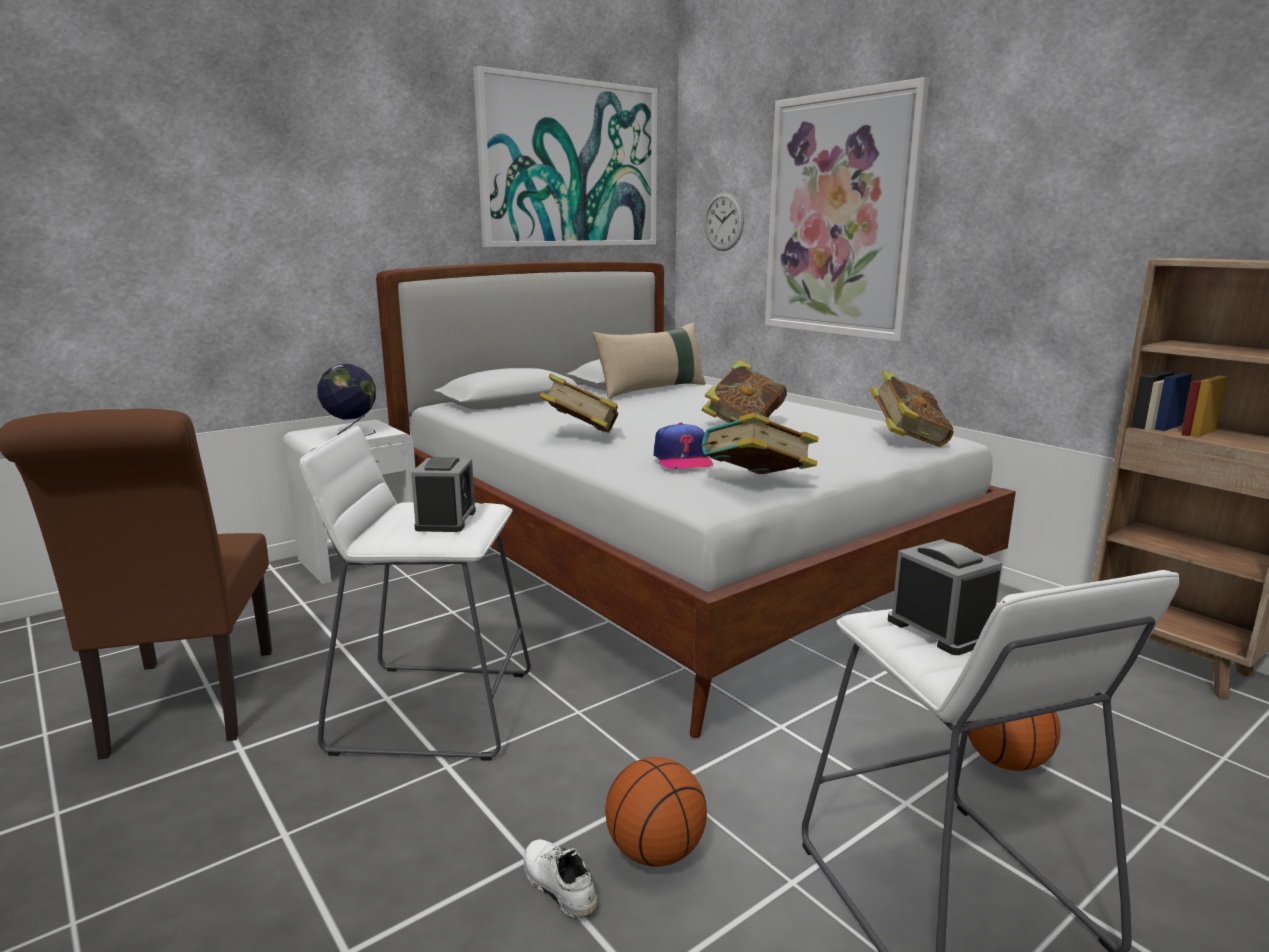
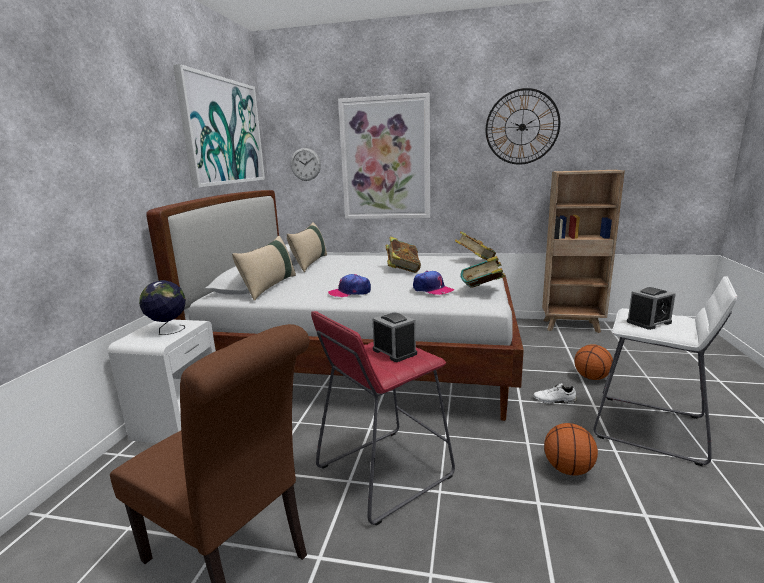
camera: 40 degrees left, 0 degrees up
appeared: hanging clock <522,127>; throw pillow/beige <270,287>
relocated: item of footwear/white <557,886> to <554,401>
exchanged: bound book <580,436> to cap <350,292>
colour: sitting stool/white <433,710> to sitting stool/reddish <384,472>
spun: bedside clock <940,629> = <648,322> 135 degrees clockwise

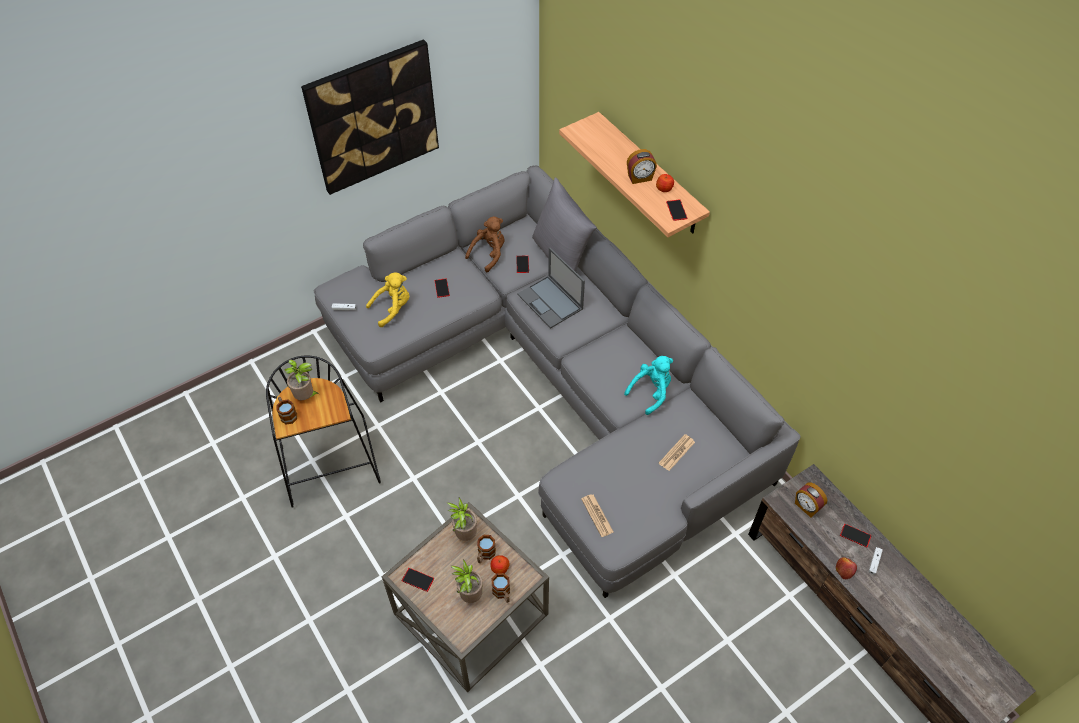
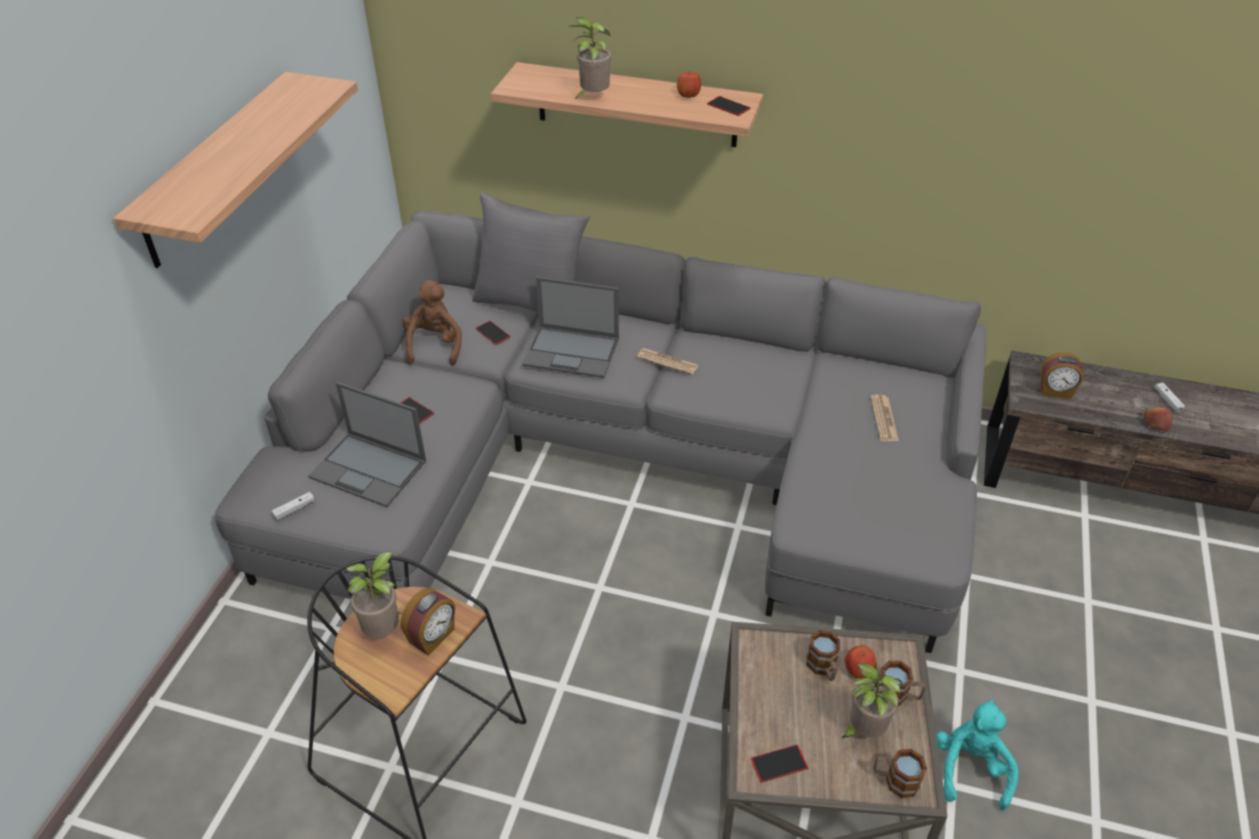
camera: 40 degrees left, 10 degrees down
missing: telephone <855,535>
relocated: bedside clock <640,178> to <433,637>; plush toy/turquoise-coloured <651,392> to <970,768>; coffee mug <287,414> to <895,780>; daily paper <597,515> to <667,362>; plant in a pot <465,534> to <592,97>
exchanged: wall art <373,117> to shelf <217,169>; plush toy/yellowish <393,308> to notebook computer <369,469>

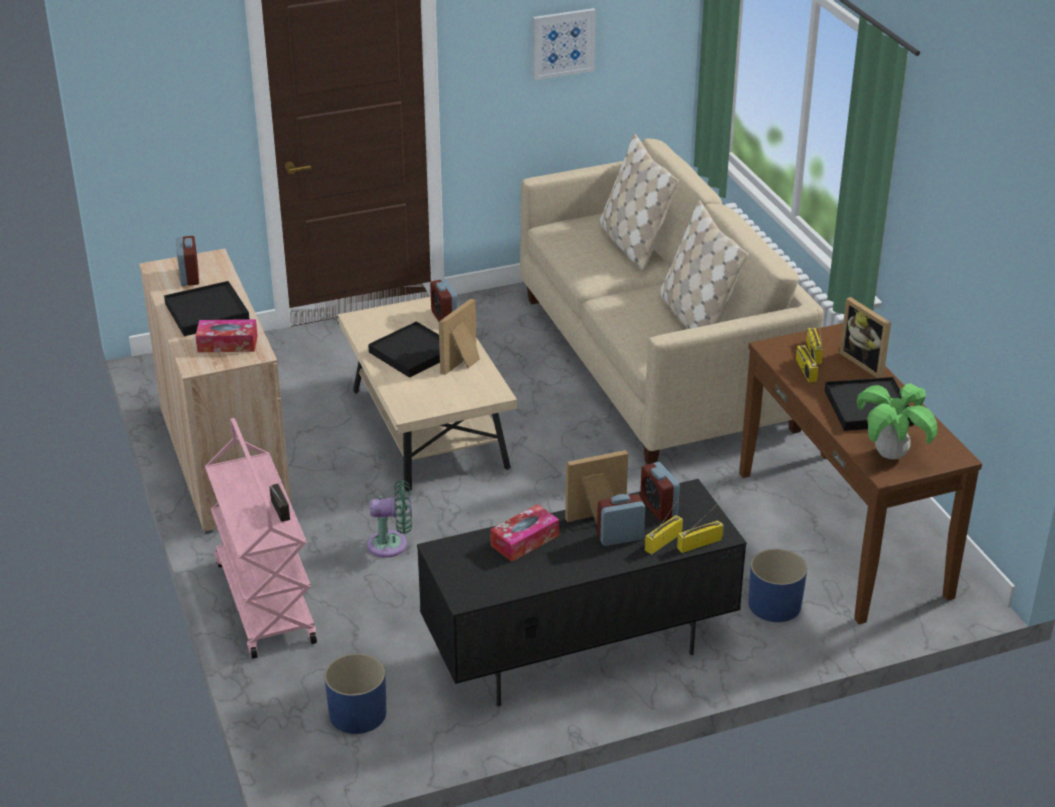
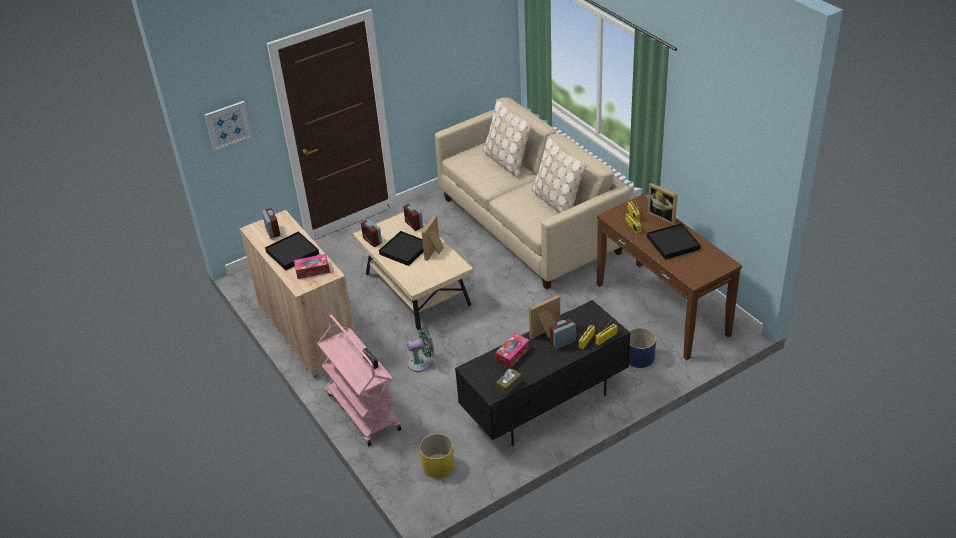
camera: 10 degrees left, 5 degrees up
missing: plant in a pot <891,455>
appeared: box of tissues/brown-coloured <509,385>
relocated: wall art <563,43> to <228,125>; bedside clock <658,508> to <372,241>
colour: flower pot/bluish <358,713> to flower pot/yellowish <438,465>

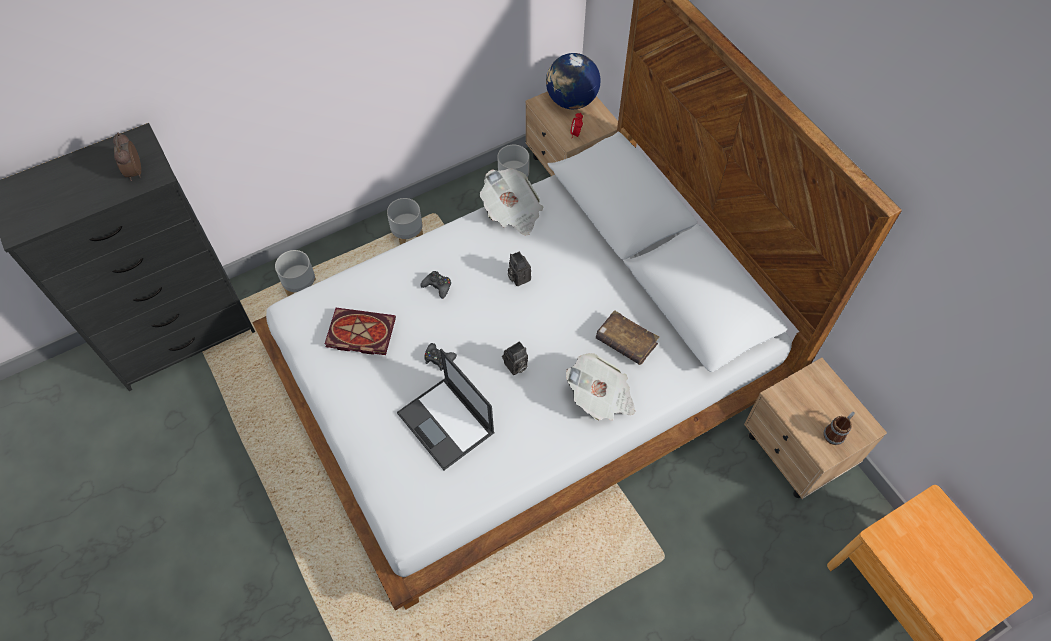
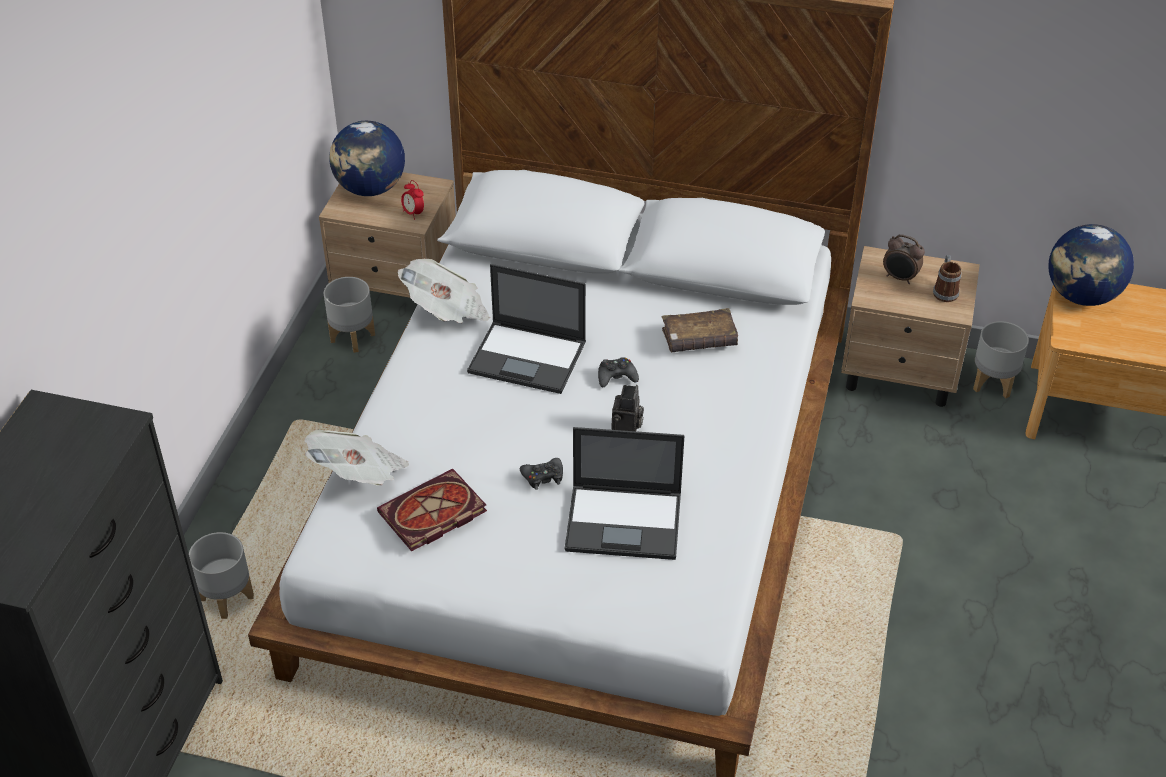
camera: 45 degrees left, 15 degrees down
appeared: globe <1081,296>
relocated: bedside clock <134,172> to <900,278>; flower pot/gray <409,237> to <993,382>; game controller/blackish <437,286> to <616,377>; daily paper <601,397> to <359,474>
exchanged: still camera <518,277> to notebook computer <529,357>

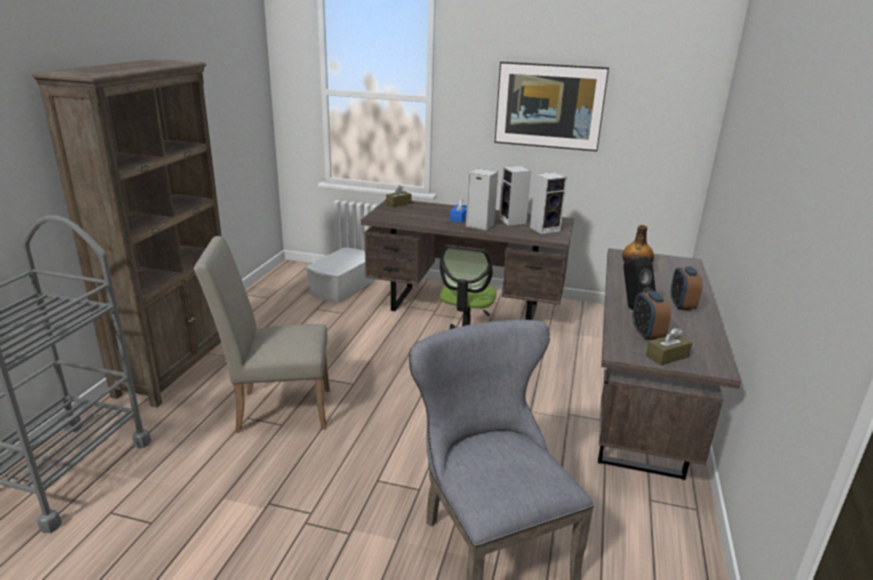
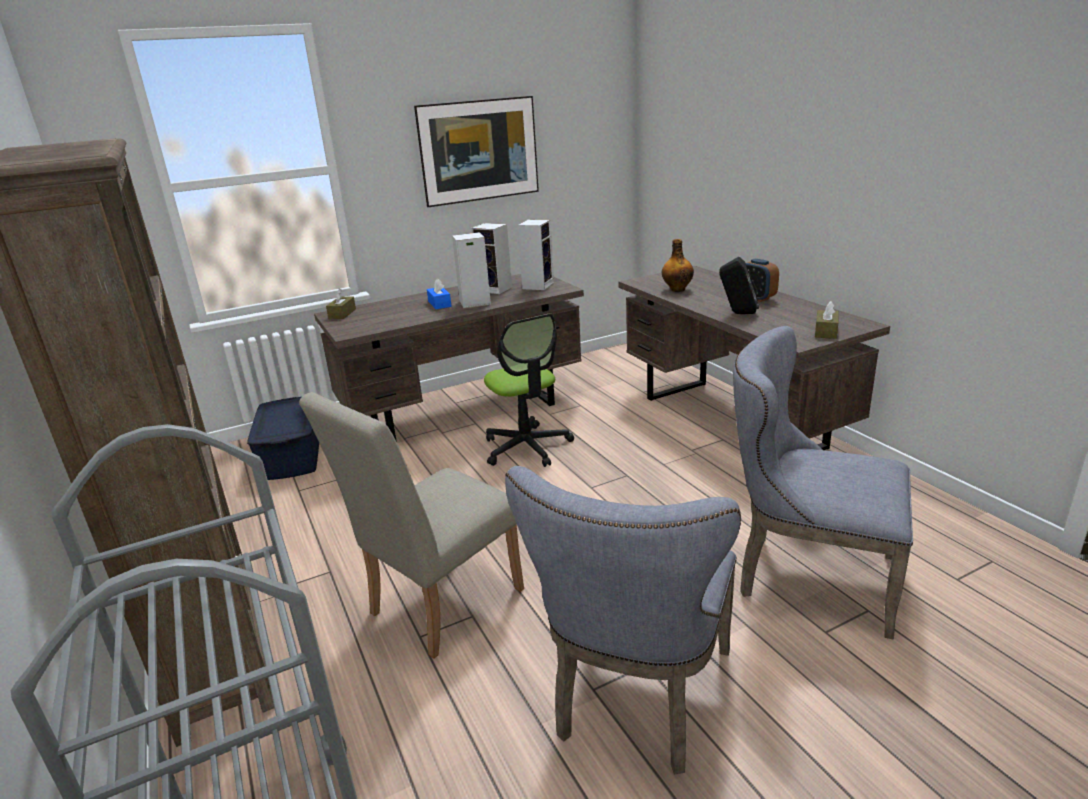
camera: 40 degrees left, 0 degrees up
missing: bedside clock <647,334>
appeared: chair/gray <637,700>
colour: storage box/white <342,287> to storage box/bluish <292,455>

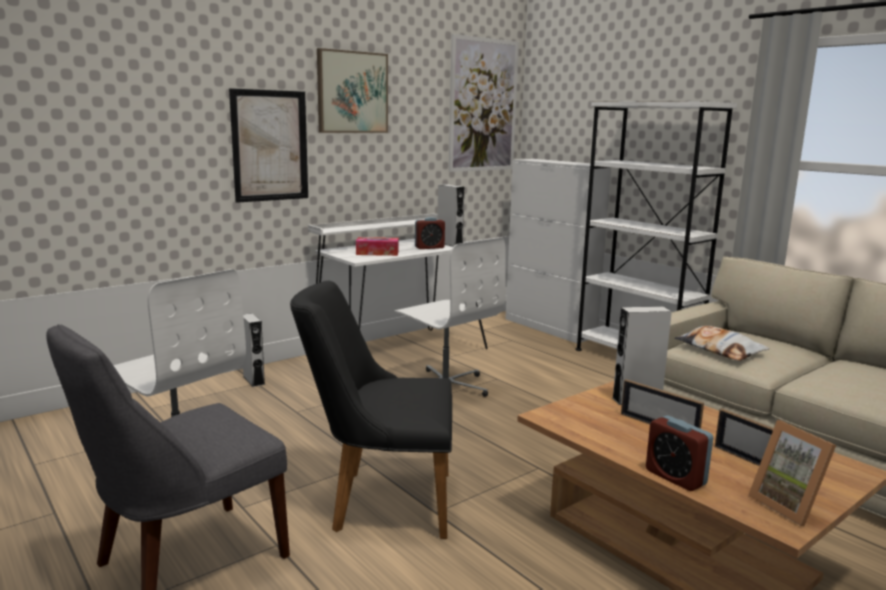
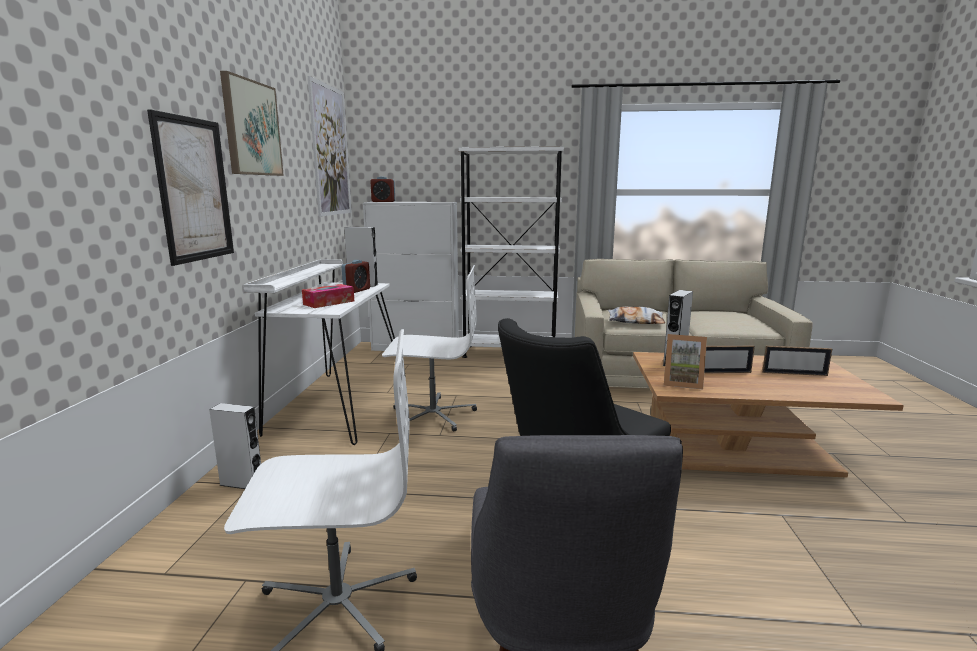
camera: 45 degrees left, 0 degrees up
relocated: bedside clock <675,477> to <383,201>; photo frame <789,505> to <682,383>

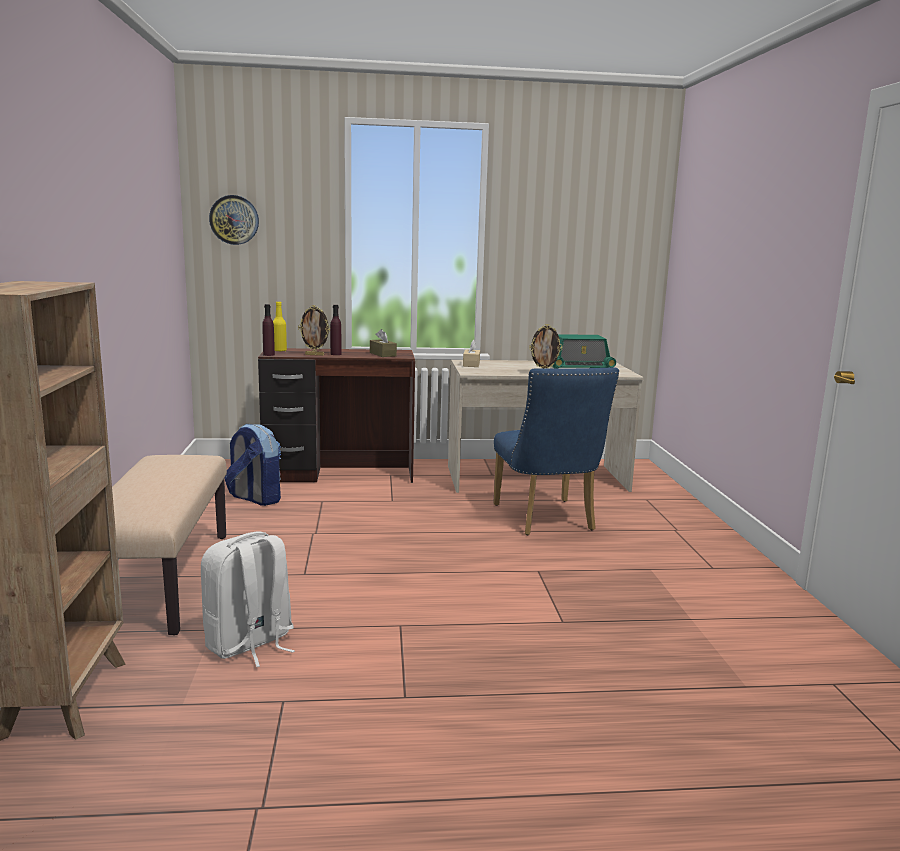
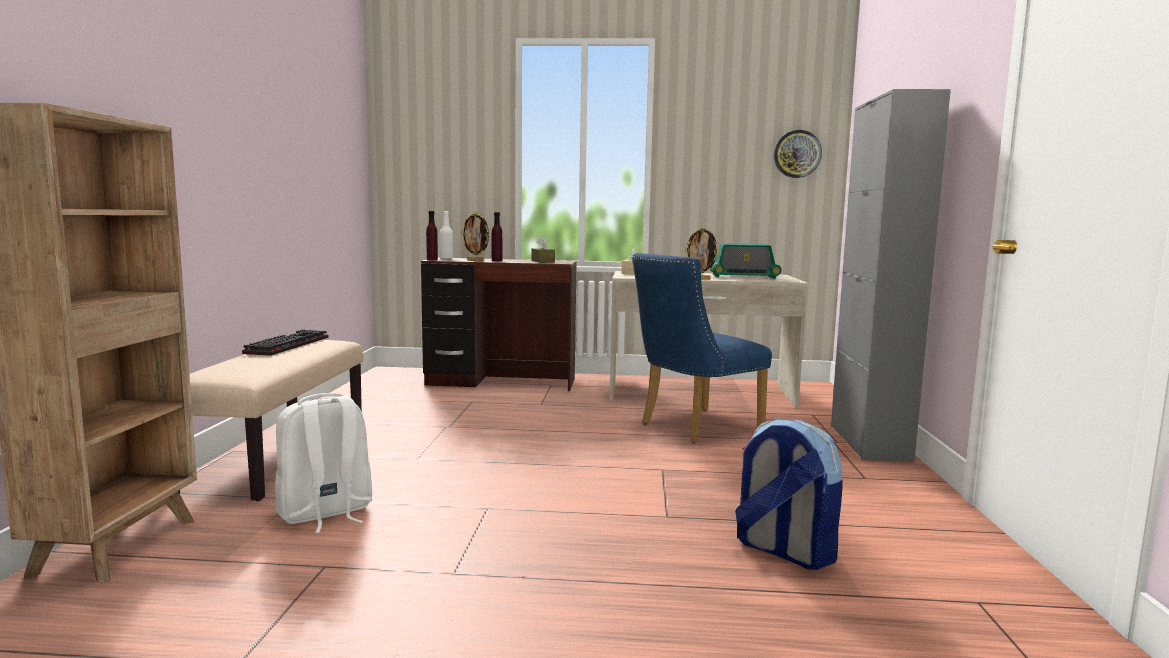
camera: 10 degrees right, 5 degrees down
appeared: cabinet/gray <869,442>; PC keyboard <287,345>
relocated: hanging clock <234,220> to <797,154>; backpack <255,498> to <783,551>
colour: drink bottle/yellowish <279,350> to drink bottle/white <446,258>
spun: chair/bluish <546,520> = <693,427> 60 degrees clockwise

